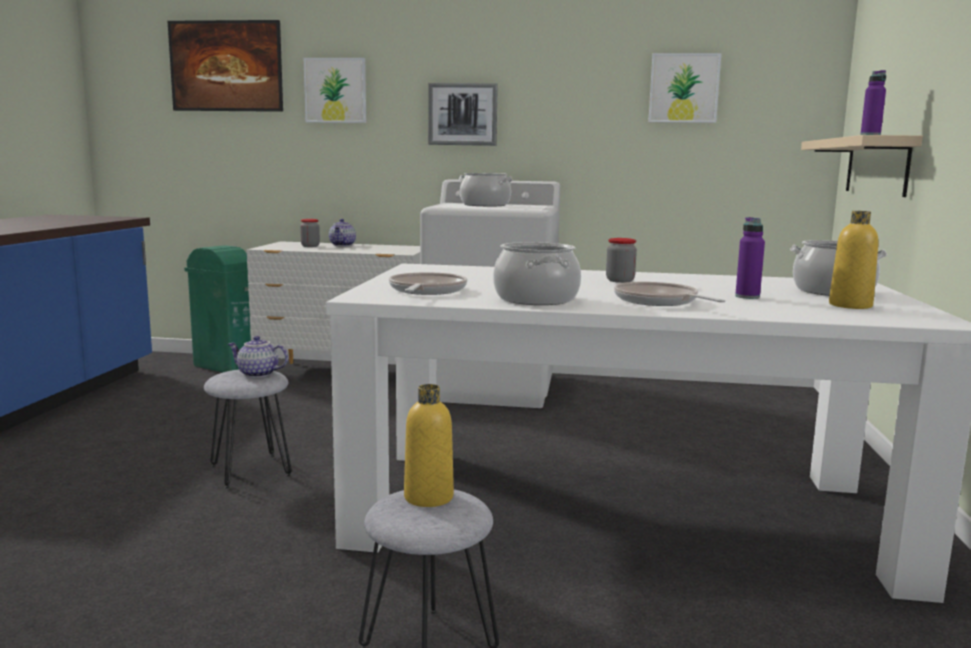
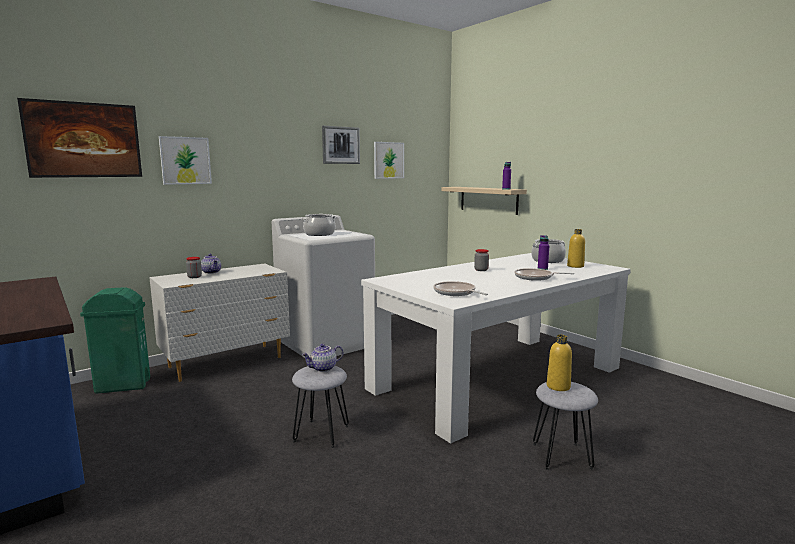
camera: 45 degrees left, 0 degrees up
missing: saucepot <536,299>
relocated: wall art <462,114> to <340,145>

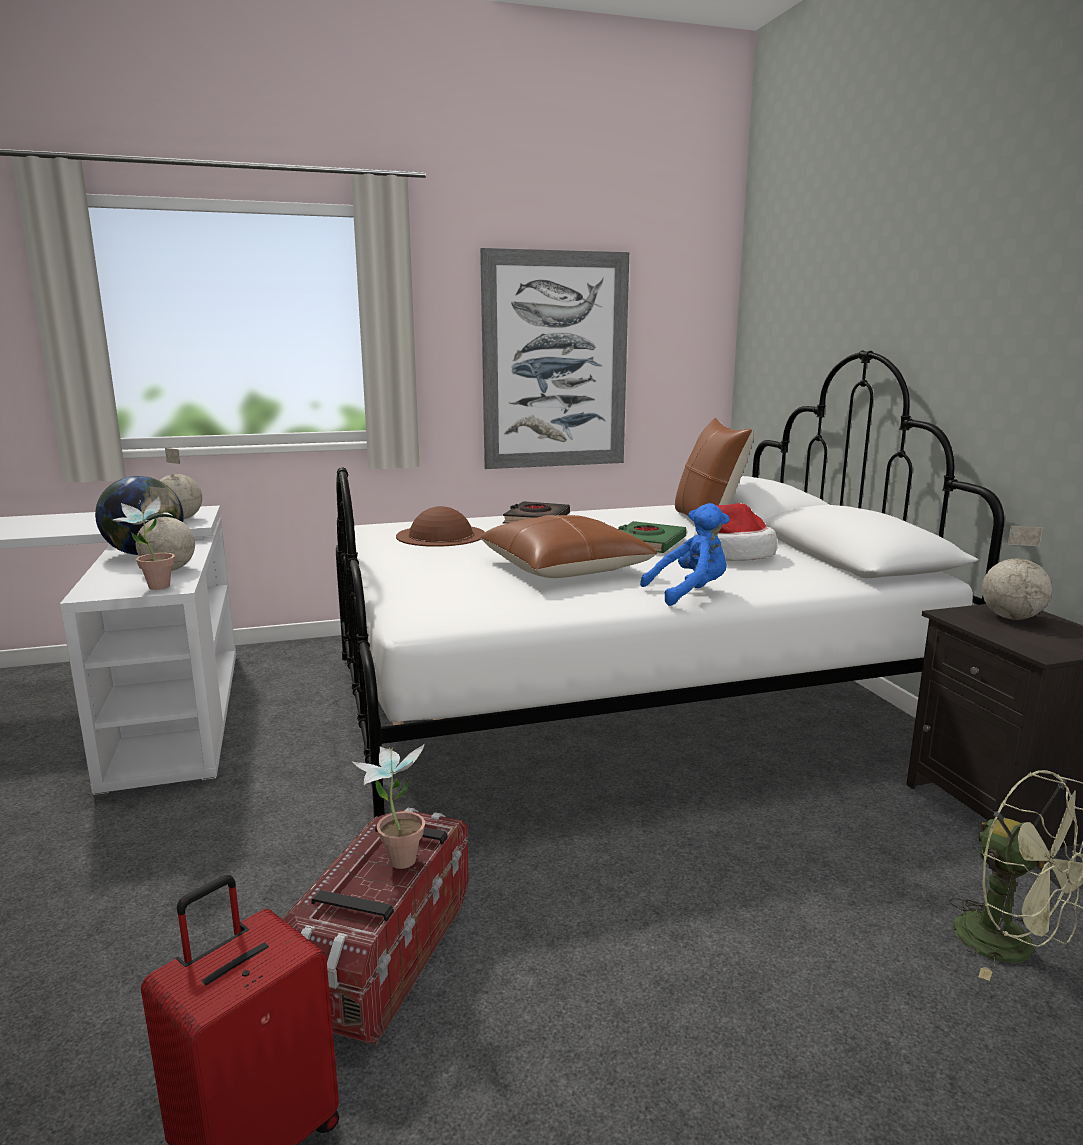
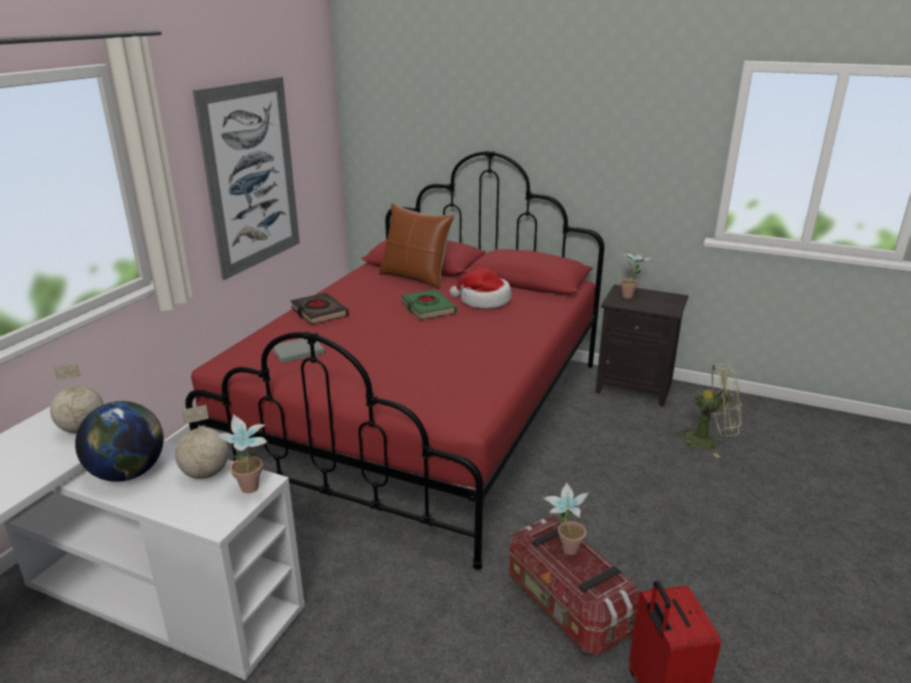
camera: 50 degrees left, 10 degrees up
missing: plush toy/bluish <690,593>; throw pillow/brown-coloured <564,568>
exchanged: clothing hat/brown-coloured <440,535> to bound book/gray <296,351>; globe <1010,617> to plant in a pot <630,296>
colour: bedroom bed/white <616,703> to bedroom bed/reddish <424,417>

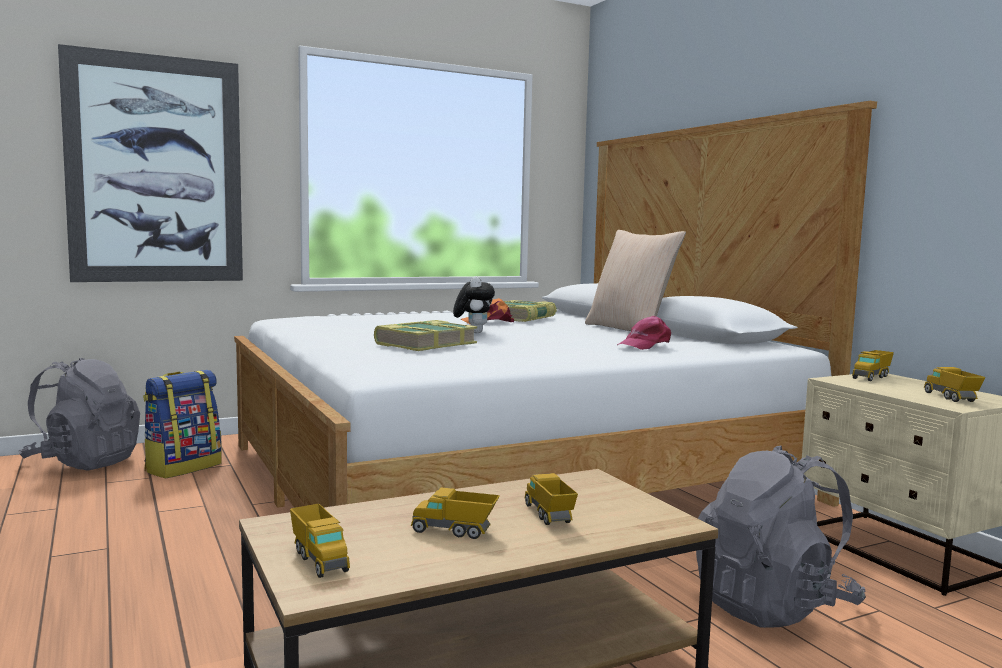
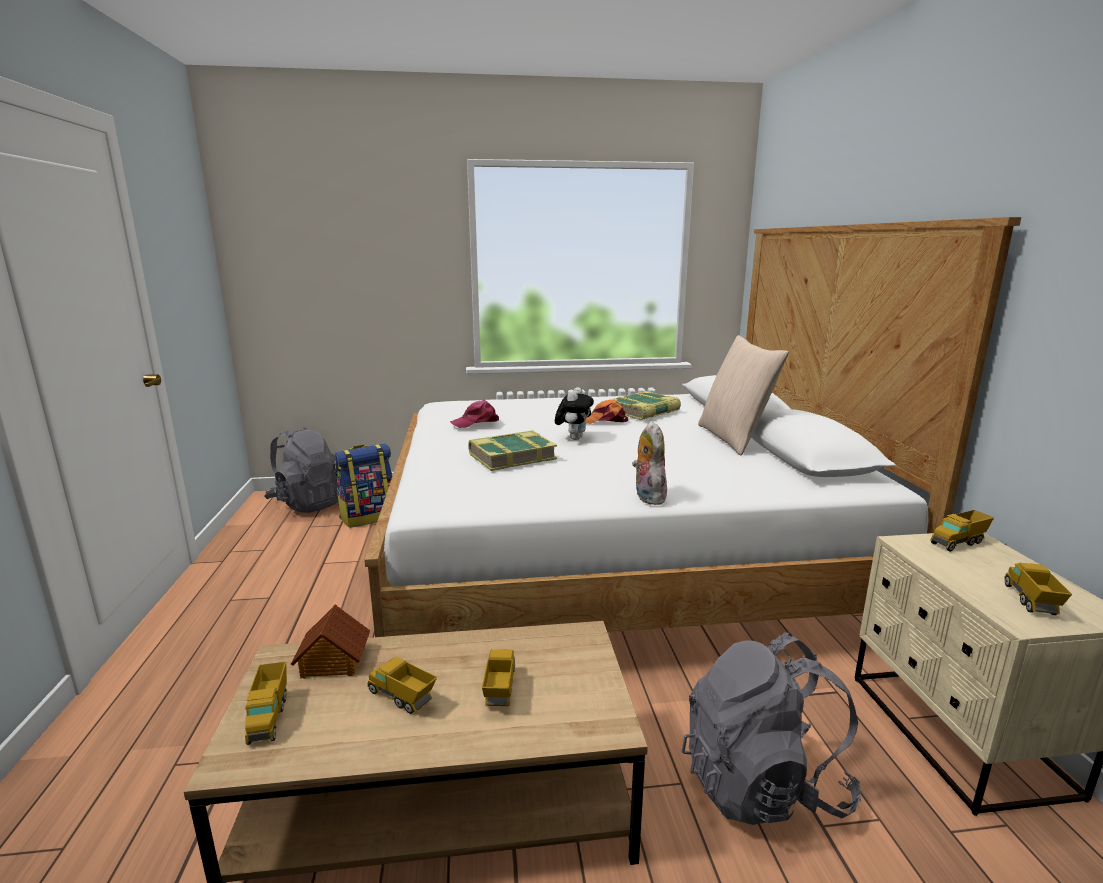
camera: 20 degrees right, 10 degrees up
missing: wall art <156,170>
appeared: plush toy <647,497>; model house <332,662>
relocated: cap/pink <644,345> to <476,422>

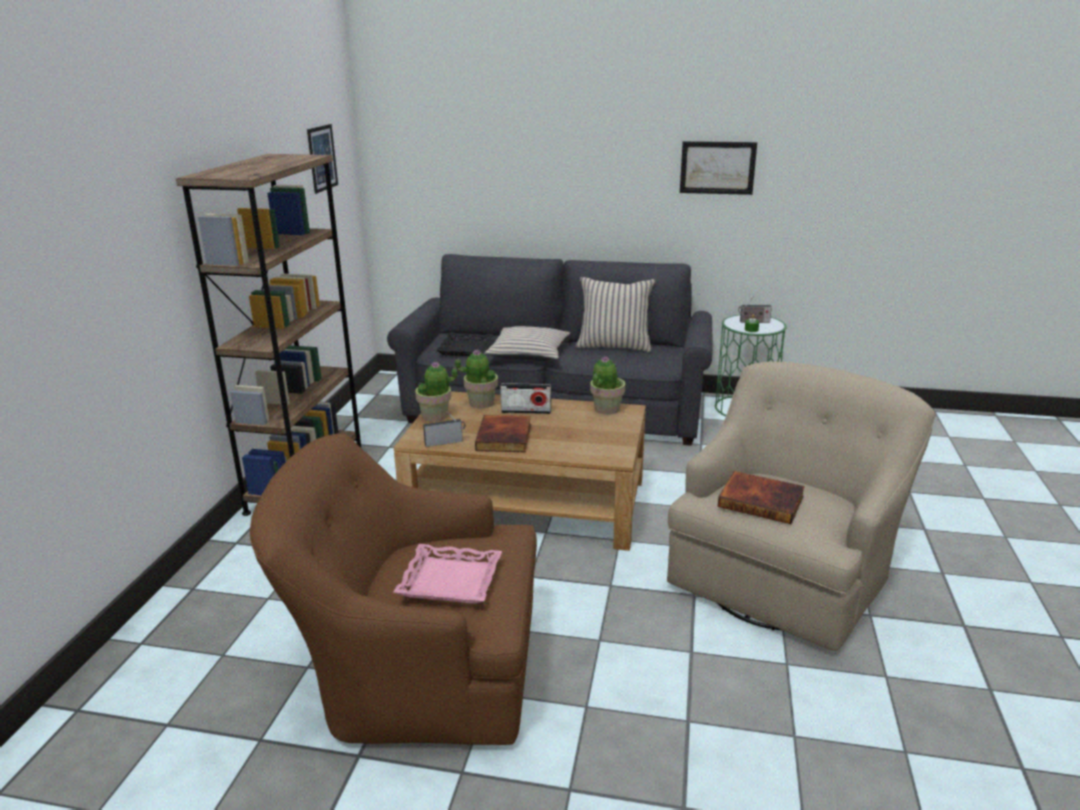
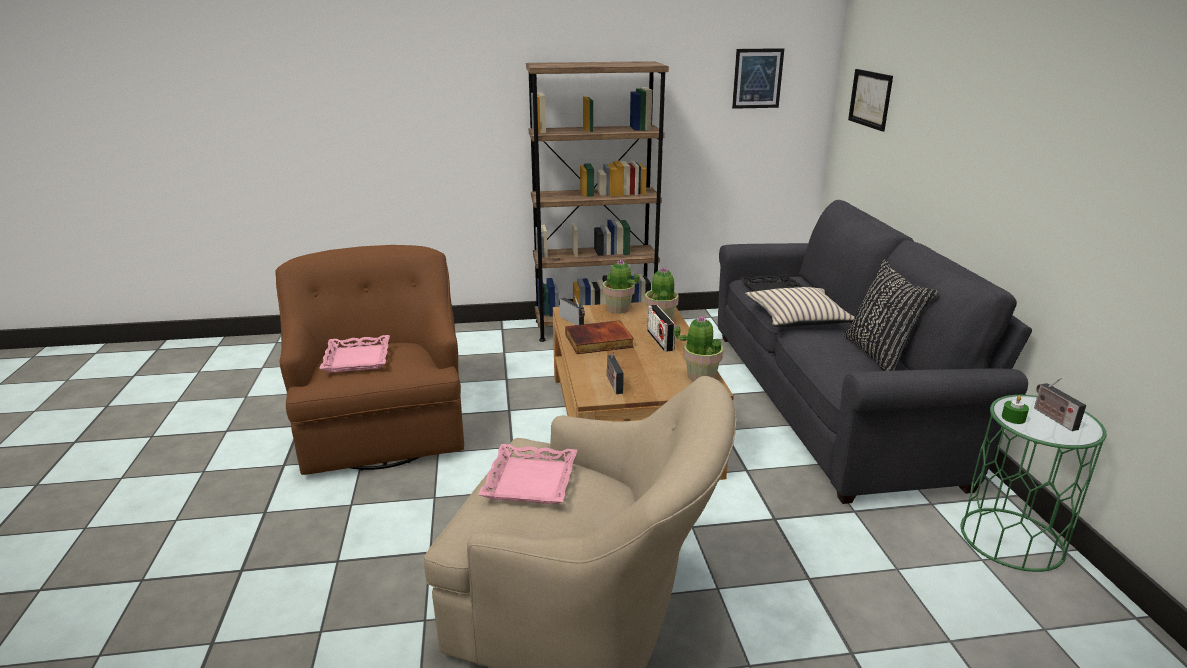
camera: 70 degrees right, 0 degrees up
appeared: radio set <613,383>
relocated: wall art <717,167> to <870,99>
exchanged: bound book <761,500> to serving tray/pink <531,481>
colour: throw pillow/beige <614,346> to throw pillow/blackish <879,355>

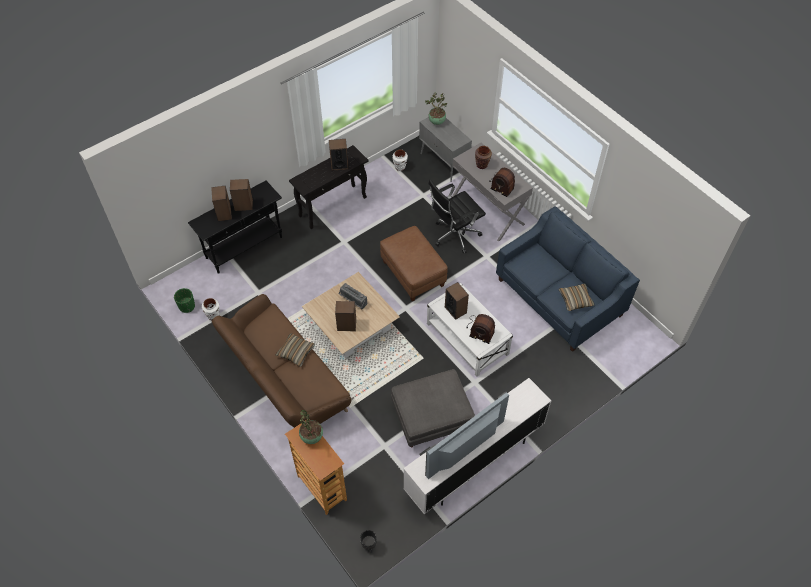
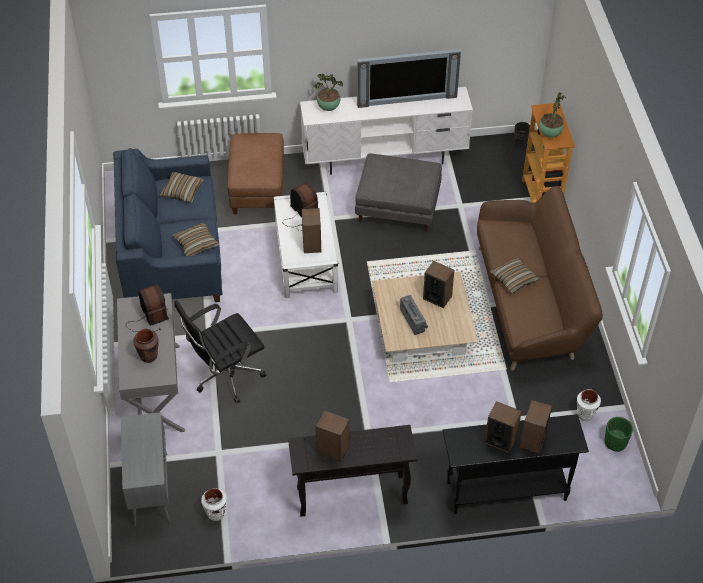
camera: 150 degrees left, 5 degrees down
appeared: throw pillow <196,244>
relocated: plant in a pot <436,122> to <329,108>; ottoman/brown-coloured <413,274> to <257,188>
spun: computer chair/blackish <454,236> = <225,377> 150 degrees clockwise

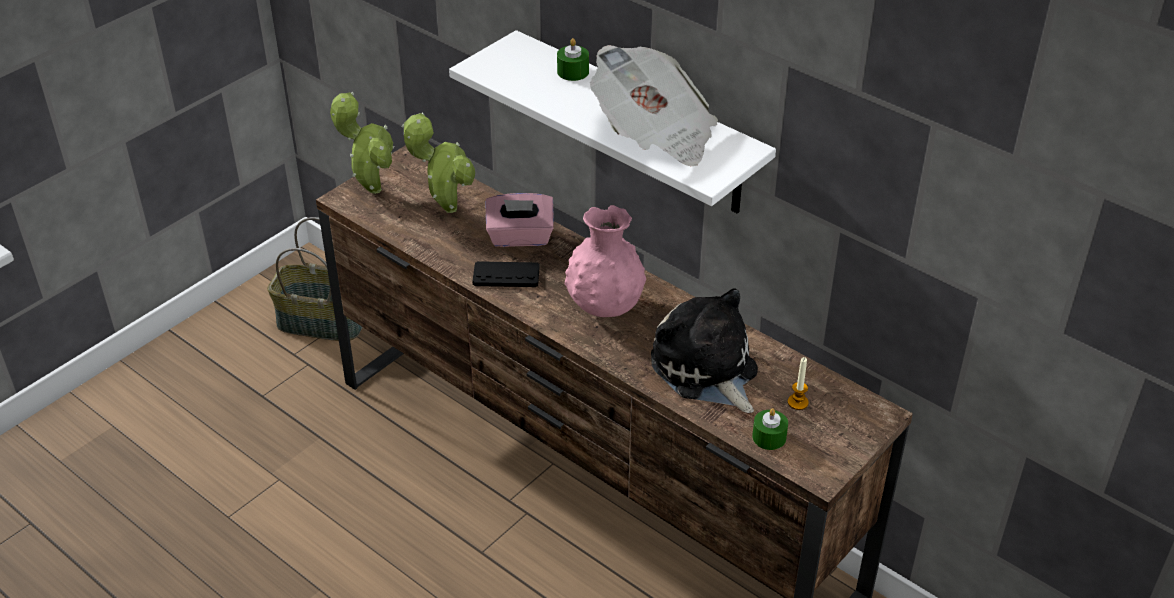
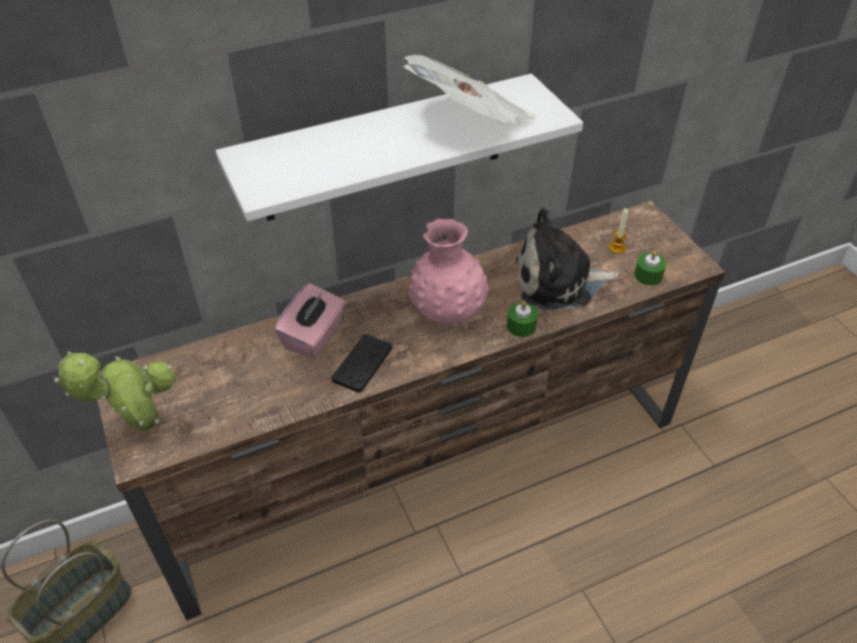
camera: 65 degrees left, 5 degrees up
missing: plant in a pot <446,207>
relocated: wax candle/green-coloured <573,72> to <521,326>

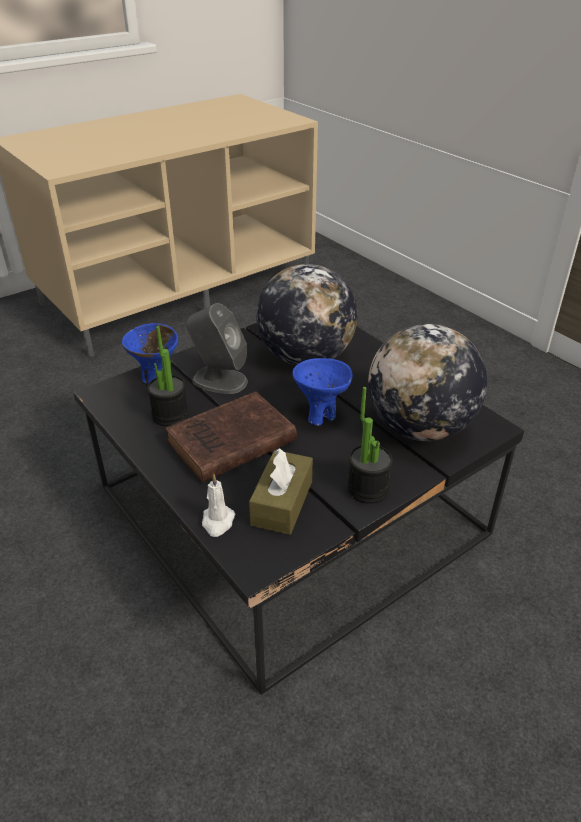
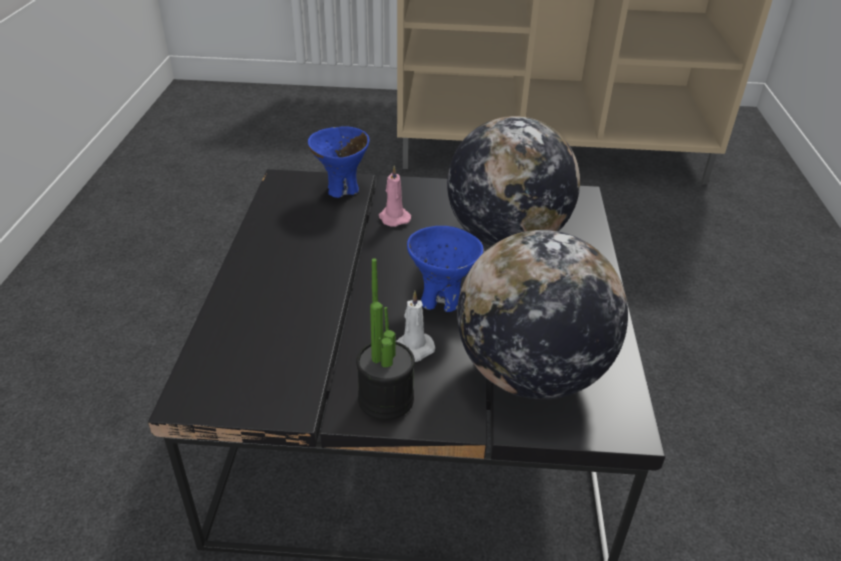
camera: 40 degrees right, 0 degrees up
missing: plant in a pot <170,415>; bound book/brown-coloured <228,443>; box of tissues/brown-coloured <282,503>
relocated: wax candle/white <218,522> to <412,350>
exchanged: audio speaker/gray <219,380> to wax candle/pink <393,217>

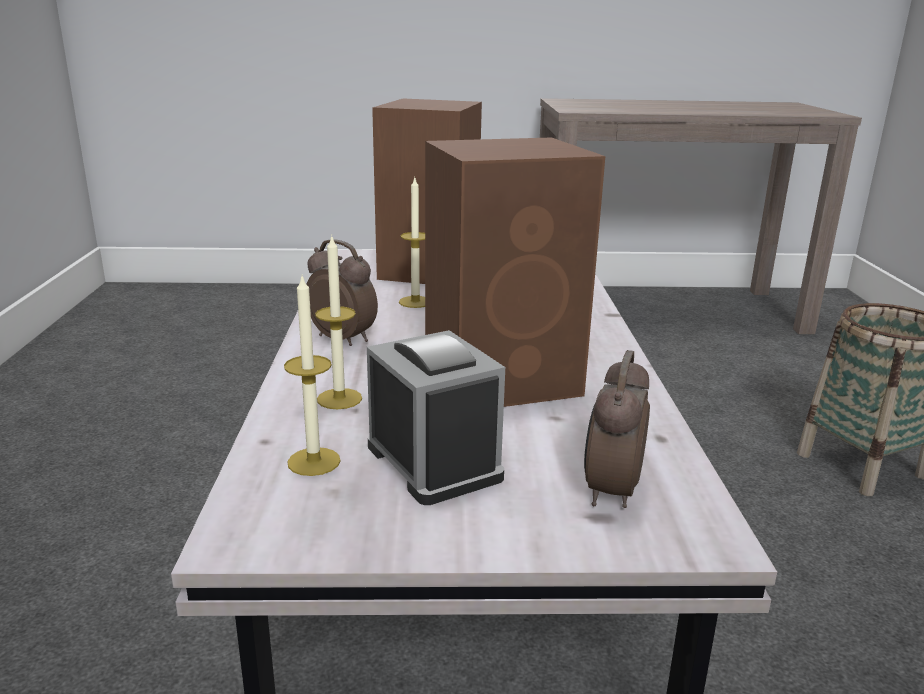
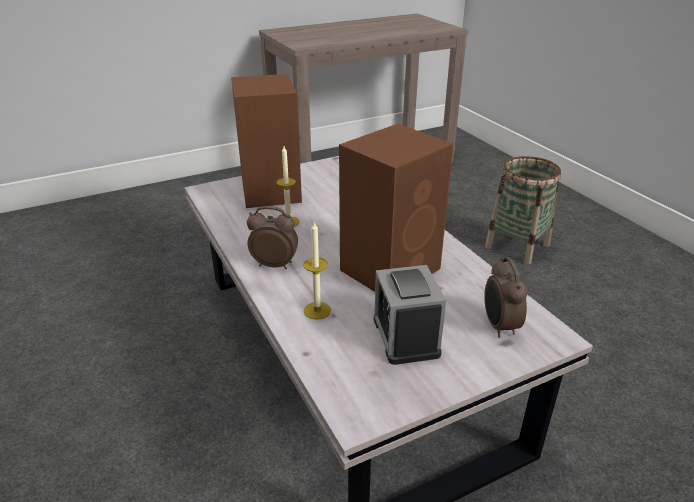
camera: 25 degrees left, 10 degrees up
missing: wax candle <314,461>
spun: bedside clock <433,462> = <406,336> 135 degrees counterclockwise

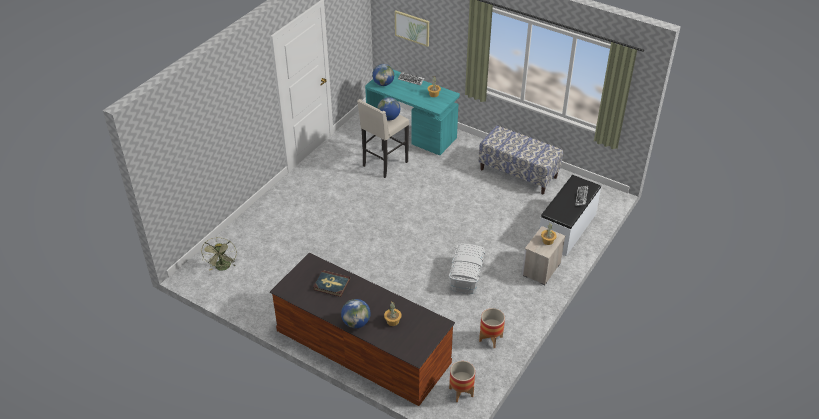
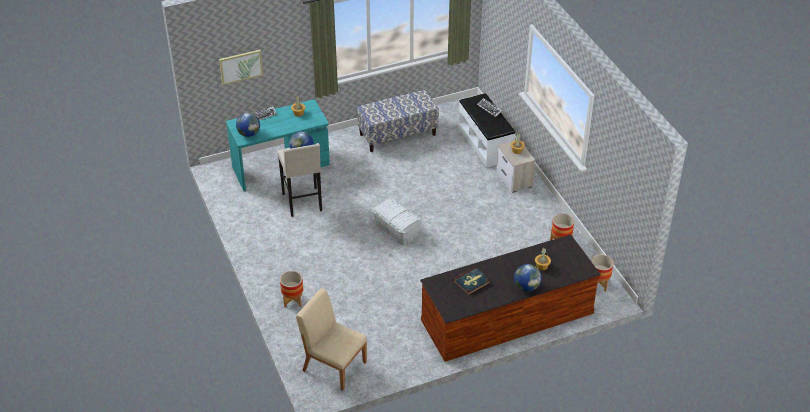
camera: 55 degrees left, 0 degrees up
appeared: flower pot <293,301>
relocated: storage box/white <466,276> to <397,229>
exchanged: cooling fan/green-coloured <223,268> to chair/beige <334,365>

